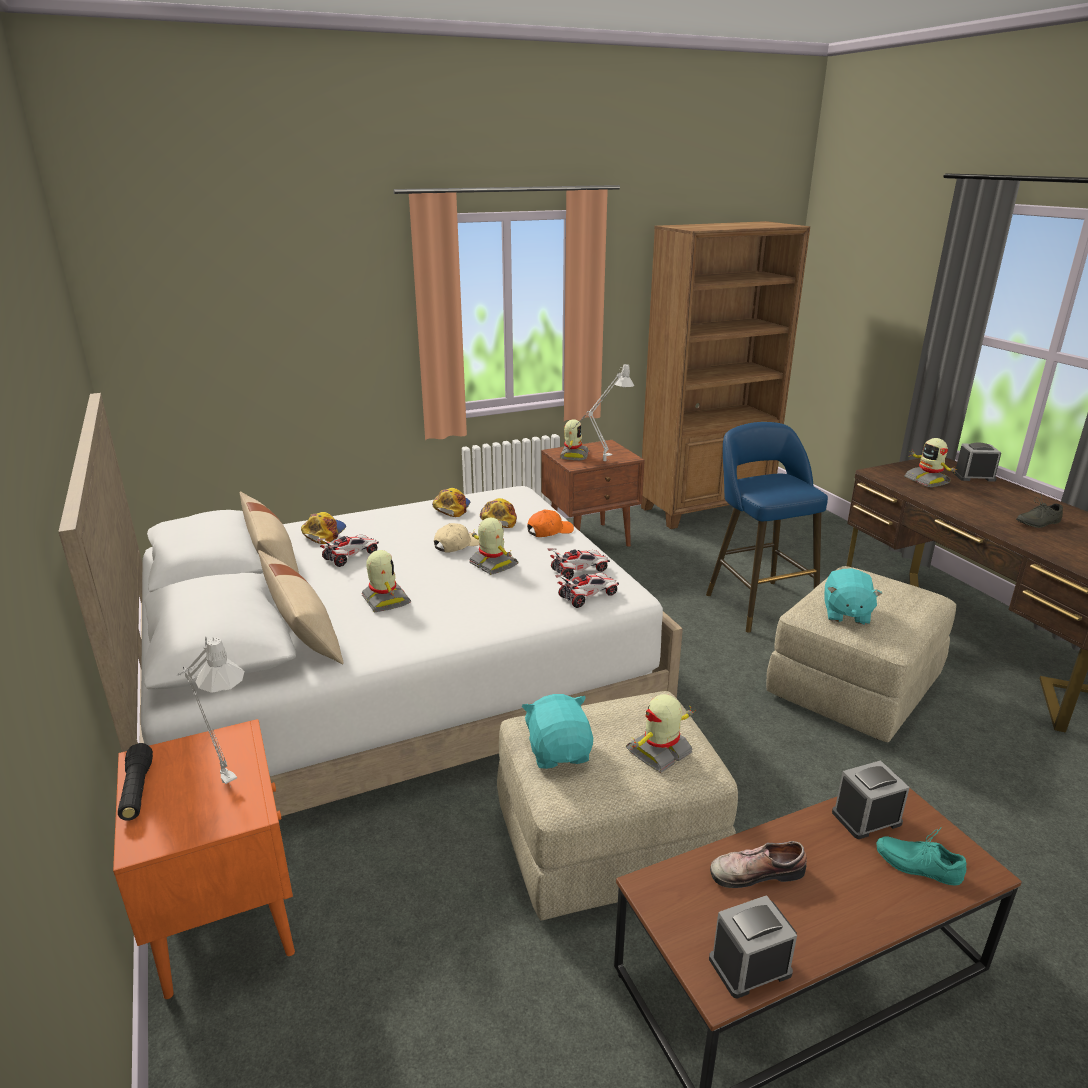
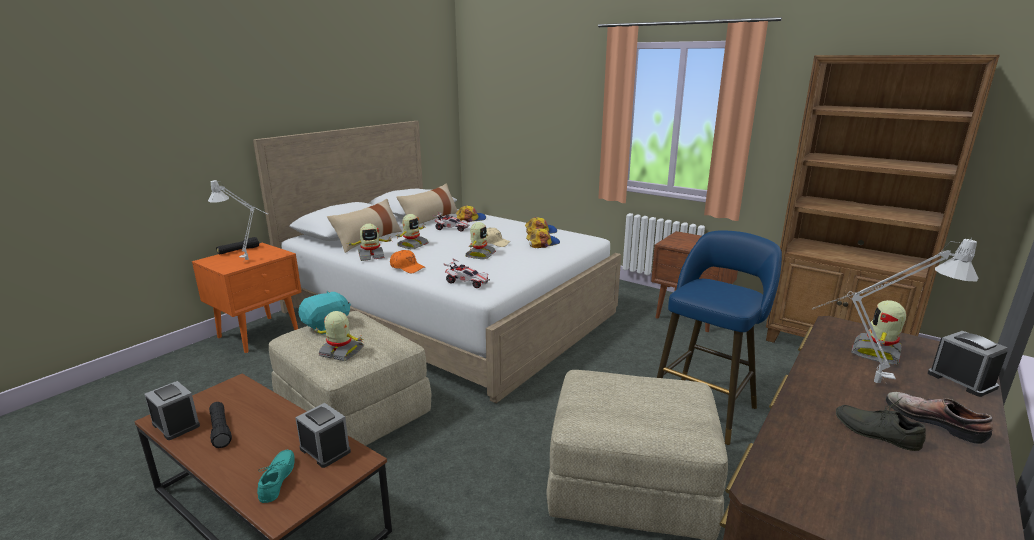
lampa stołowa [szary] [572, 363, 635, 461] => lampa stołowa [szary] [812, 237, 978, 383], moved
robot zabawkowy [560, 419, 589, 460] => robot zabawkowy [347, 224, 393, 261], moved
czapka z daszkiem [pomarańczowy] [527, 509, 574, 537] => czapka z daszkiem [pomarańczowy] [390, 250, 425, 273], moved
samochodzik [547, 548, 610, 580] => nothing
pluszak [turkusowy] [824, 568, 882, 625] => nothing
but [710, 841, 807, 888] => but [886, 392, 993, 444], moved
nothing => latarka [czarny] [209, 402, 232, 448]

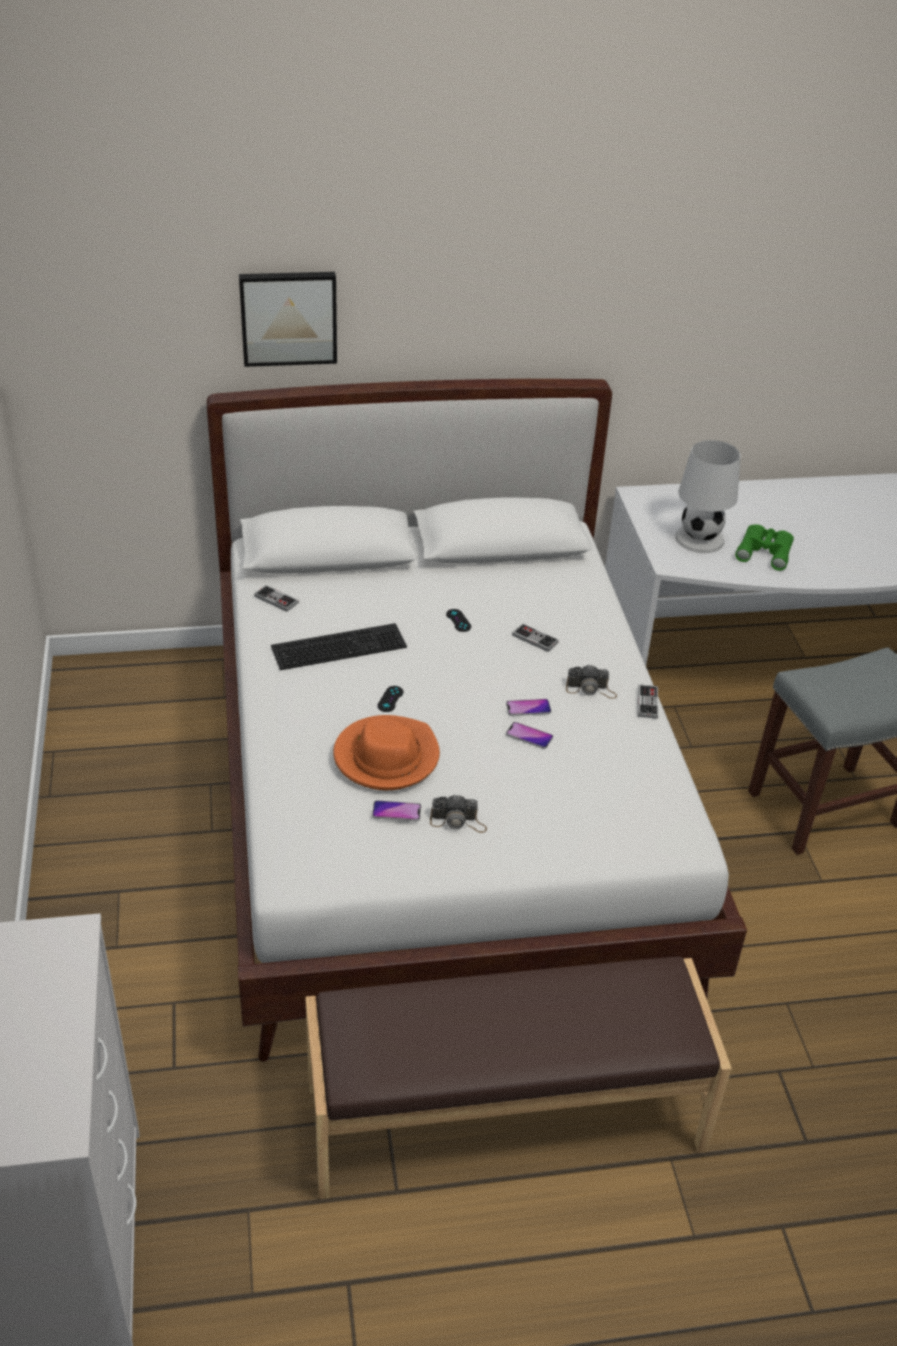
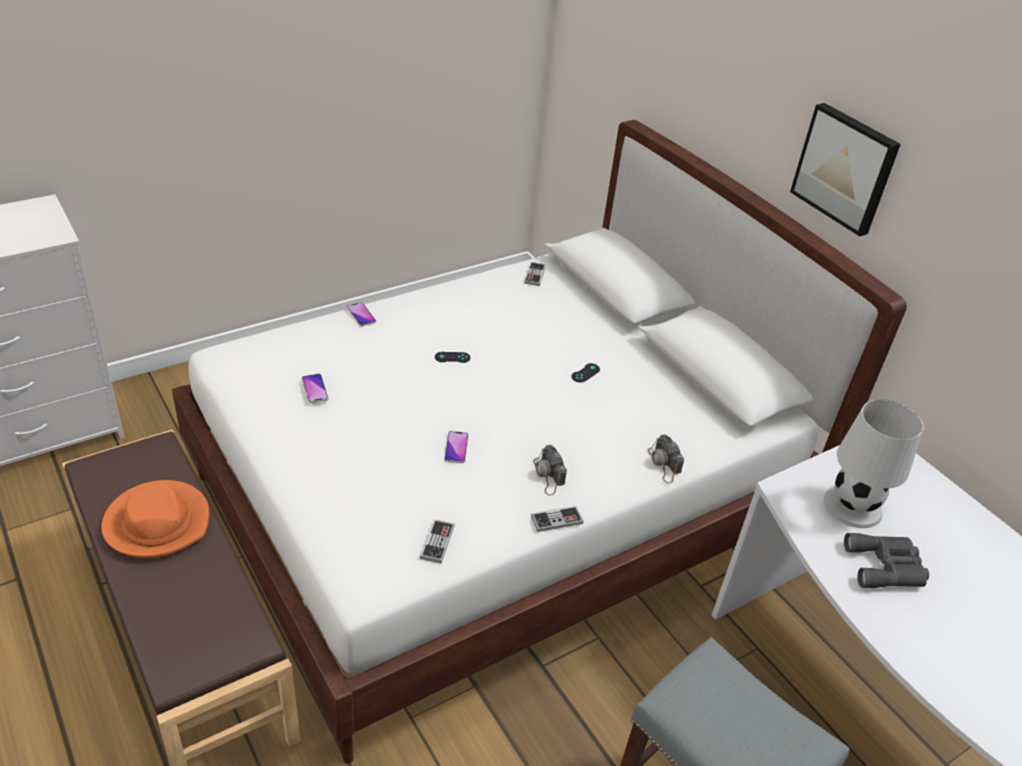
obraz [239, 272, 337, 367] => obraz [790, 103, 901, 237], moved
lornetka [zielony] [735, 525, 794, 571] => lornetka [szary] [844, 533, 929, 588]
klawiatura [271, 623, 407, 670] => nothing
pad do gier [512, 624, 559, 652] => pad do gier [420, 519, 455, 564], moved
telefon [506, 699, 551, 716] => telefon [347, 302, 376, 327], moved
kapelusz [pomarańczowy] [333, 715, 440, 790] => kapelusz [pomarańczowy] [101, 480, 209, 558], moved
aparat fotograficzny [430, 794, 487, 833] => aparat fotograficzny [648, 434, 684, 483], moved

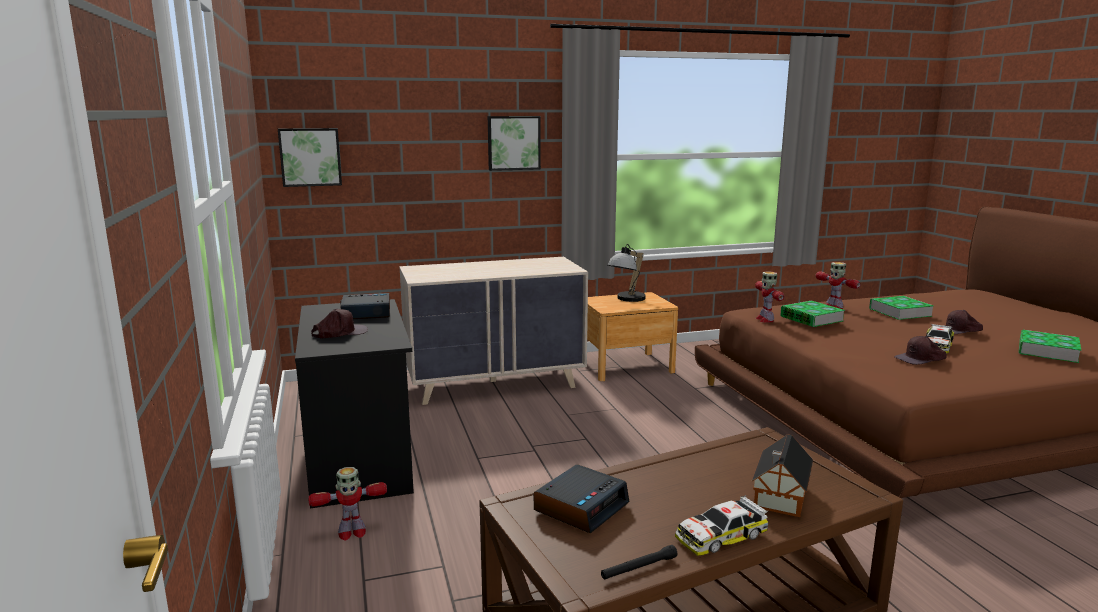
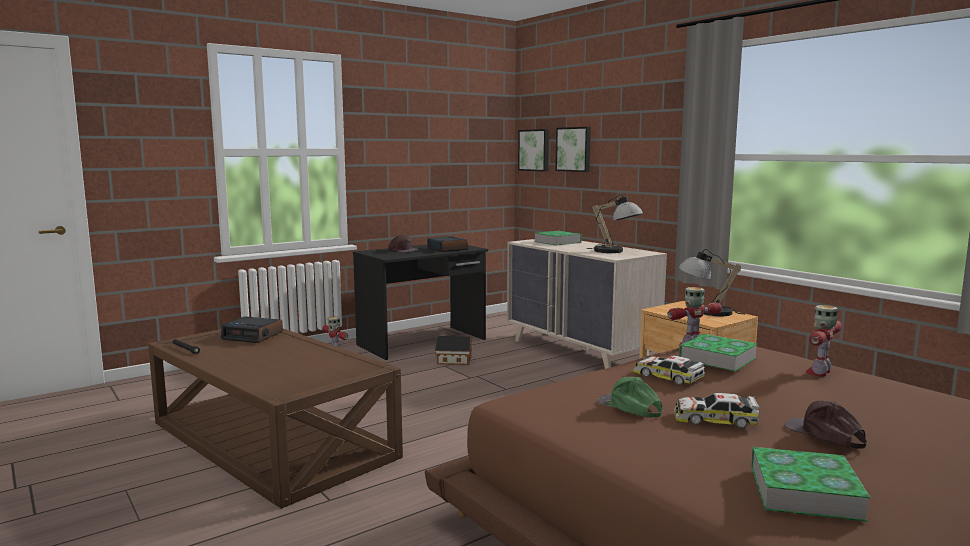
obraz [488, 116, 541, 171] => obraz [555, 127, 591, 172], moved
książka [869, 296, 934, 320] => książka [534, 231, 582, 245], moved
czapka z daszkiem [brązowy] [894, 336, 947, 365] => czapka z daszkiem [zielony] [598, 377, 662, 417]
domek [752, 434, 813, 517] => domek [435, 332, 472, 365], moved
samochodzik [675, 495, 768, 556] => samochodzik [633, 355, 706, 385], moved
nothing => lampa stołowa [587, 194, 643, 253]

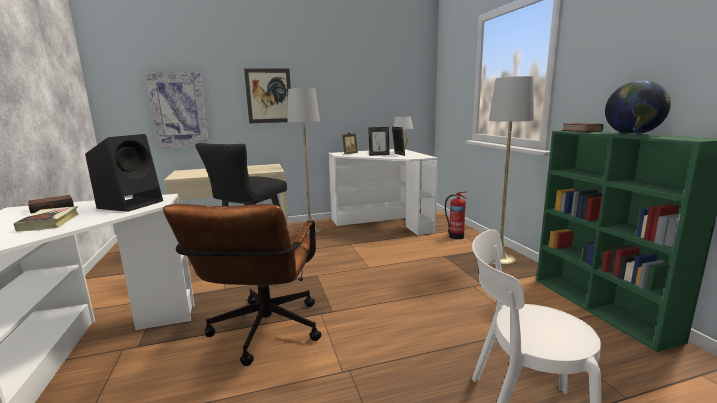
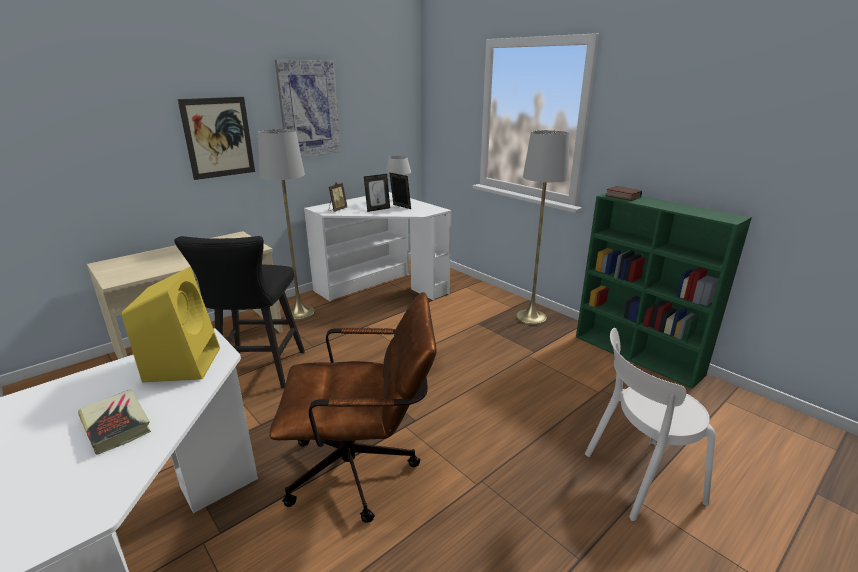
obraz [145, 71, 210, 148] => obraz [275, 60, 341, 157], moved
globus [605, 80, 671, 135] => nothing
głośnik [czarny] [85, 134, 163, 212] => głośnik [żółty] [122, 267, 220, 382]
gaśnica [445, 191, 467, 239] => nothing
książka [28, 195, 74, 214] => nothing
krzesło biurowe [brązowy] [163, 204, 321, 366] => krzesło biurowe [brązowy] [269, 292, 437, 523], 75 degrees counterclockwise

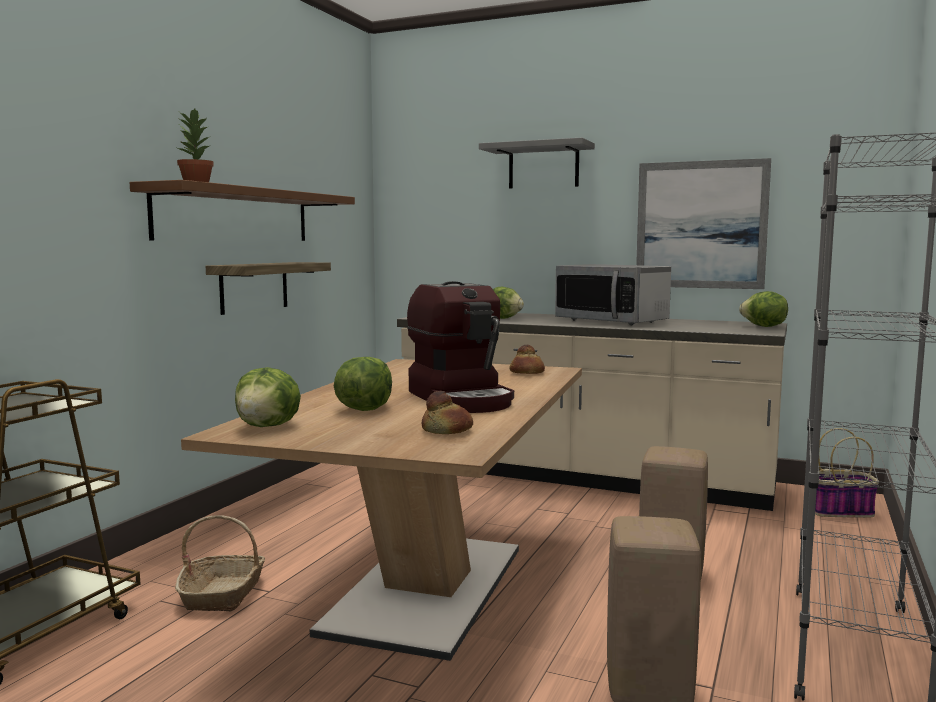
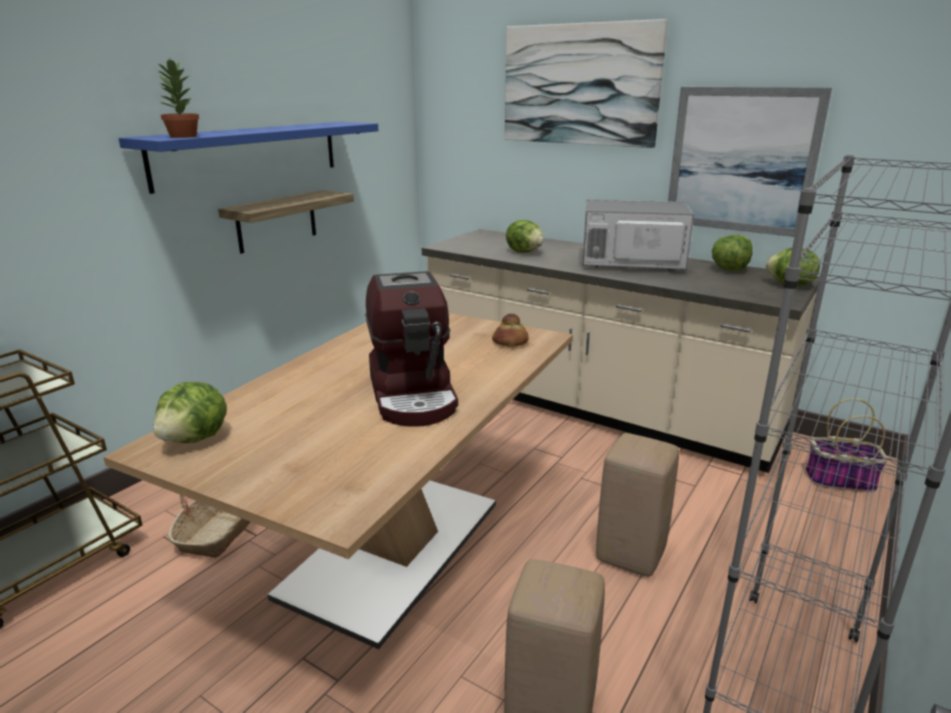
półka [szary] [479, 138, 595, 189] => obraz [505, 19, 668, 148]
półka [brązowy] [129, 180, 355, 241] => półka [niebieski] [118, 122, 378, 194]
mikrofalówka [555, 264, 671, 325] => mikrofalówka [583, 199, 694, 270], 135 degrees clockwise
sałata [334, 357, 392, 411] => sałata [712, 235, 753, 271], moved
chleb [422, 391, 473, 434] => nothing

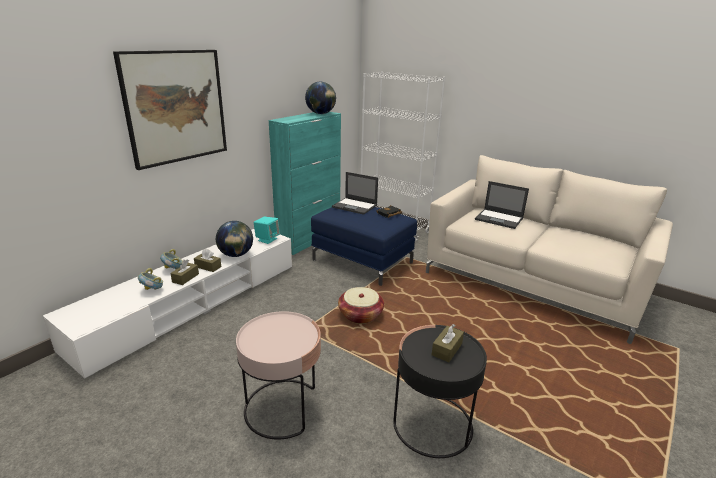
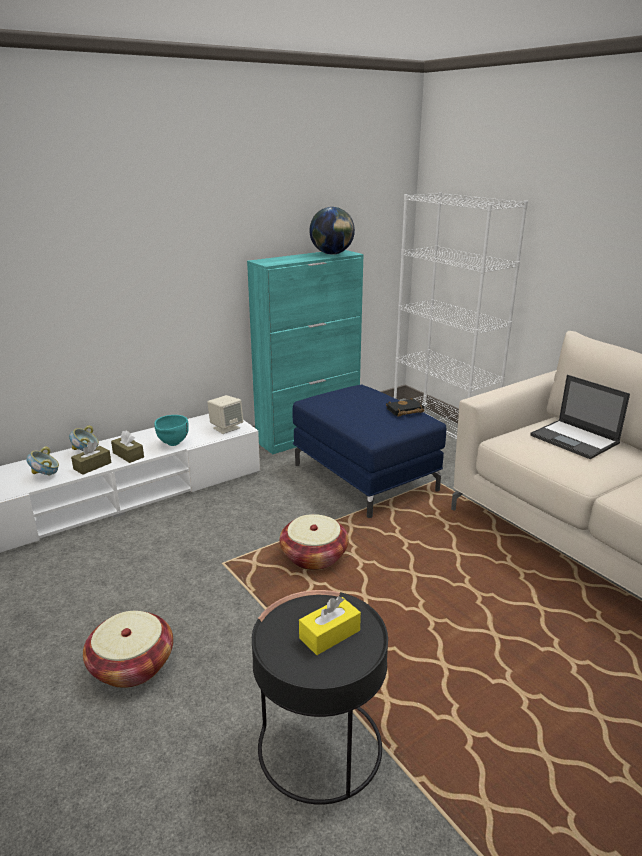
obraz [113, 50, 227, 170] => nothing
laptop [332, 172, 378, 215] => nothing
głośnik [turkusowy] [254, 217, 280, 244] => głośnik [beżowy] [207, 395, 243, 434]
globus [215, 221, 253, 257] => miska [turkusowy] [154, 415, 189, 446]
stolik [różowy] [236, 311, 321, 439] => koszyk [83, 611, 173, 688]
pudełko chusteczek [brązowy] [432, 324, 464, 362] => pudełko chusteczek [żółty] [299, 596, 361, 655]

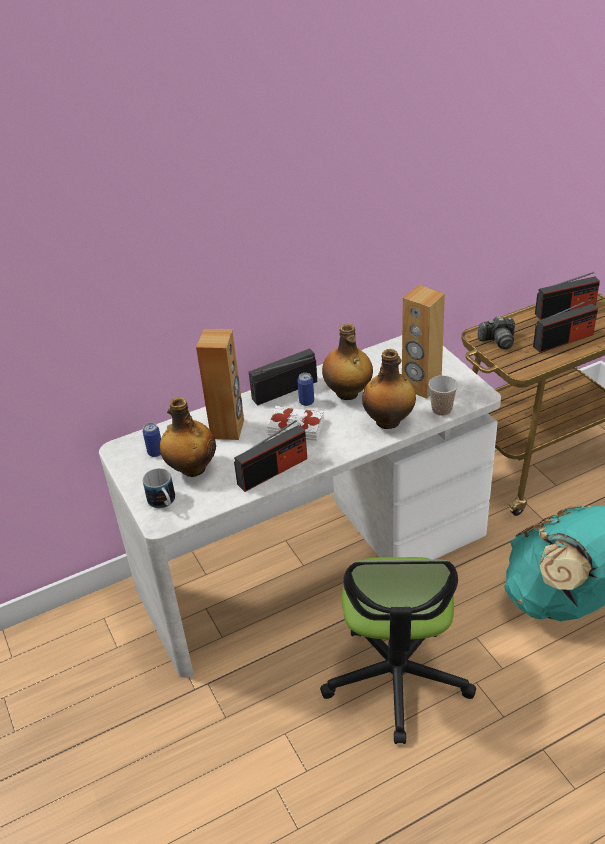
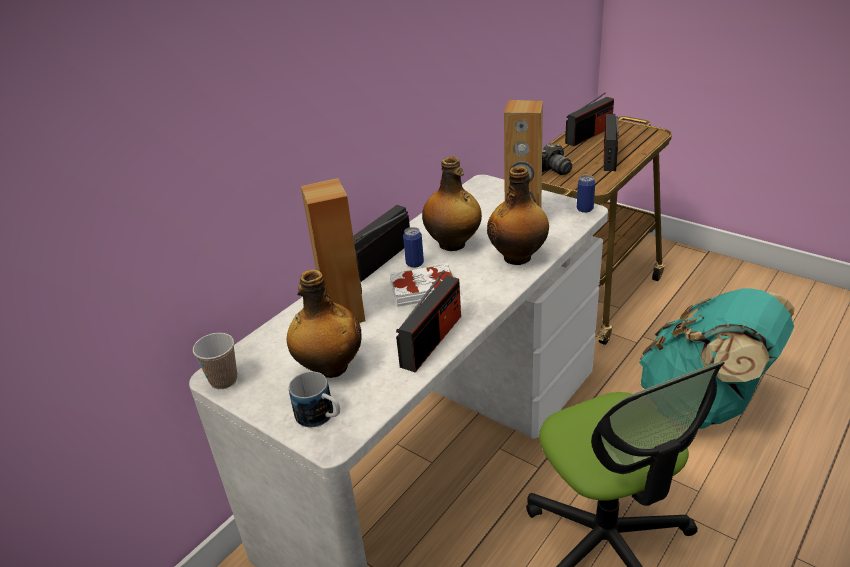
radio [533, 299, 598, 352] => radio [604, 114, 619, 171], 150 degrees clockwise
filiżanka [429, 375, 458, 416] => filiżanka [193, 333, 237, 389], moved
puszka [143, 423, 161, 457] => puszka [577, 175, 595, 213], moved

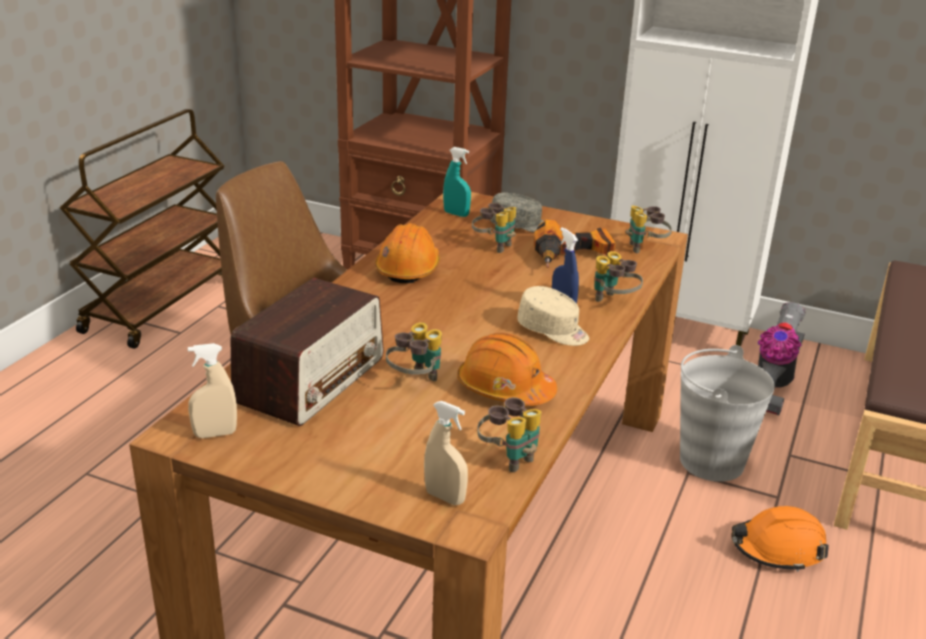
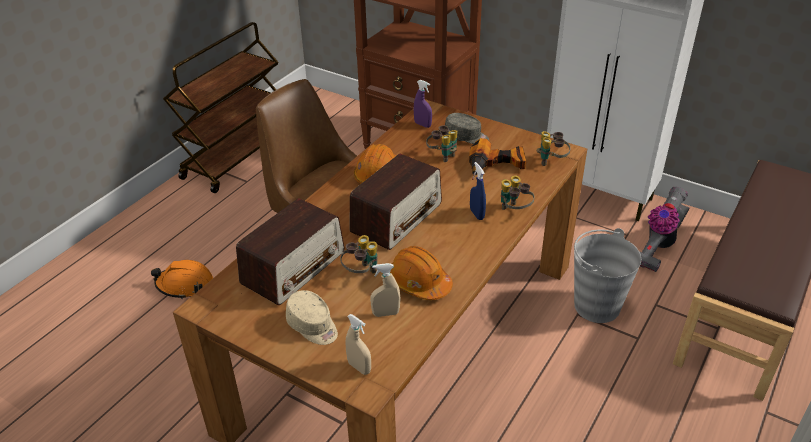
spryskiwacz [turkusowy] [443, 147, 471, 217] => spryskiwacz [fioletowy] [414, 80, 432, 128]
czapka z daszkiem [beżowy] [517, 286, 589, 346] => czapka z daszkiem [beżowy] [286, 290, 338, 345], moved
spryskiwacz [beżowy] [188, 343, 237, 438] => spryskiwacz [beżowy] [370, 263, 401, 317], moved
lornetka [477, 397, 542, 472] => nothing
kask [pomarańczowy] [731, 506, 829, 572] => kask [pomarańczowy] [151, 260, 213, 299], moved
nothing => radio [349, 154, 442, 250]

